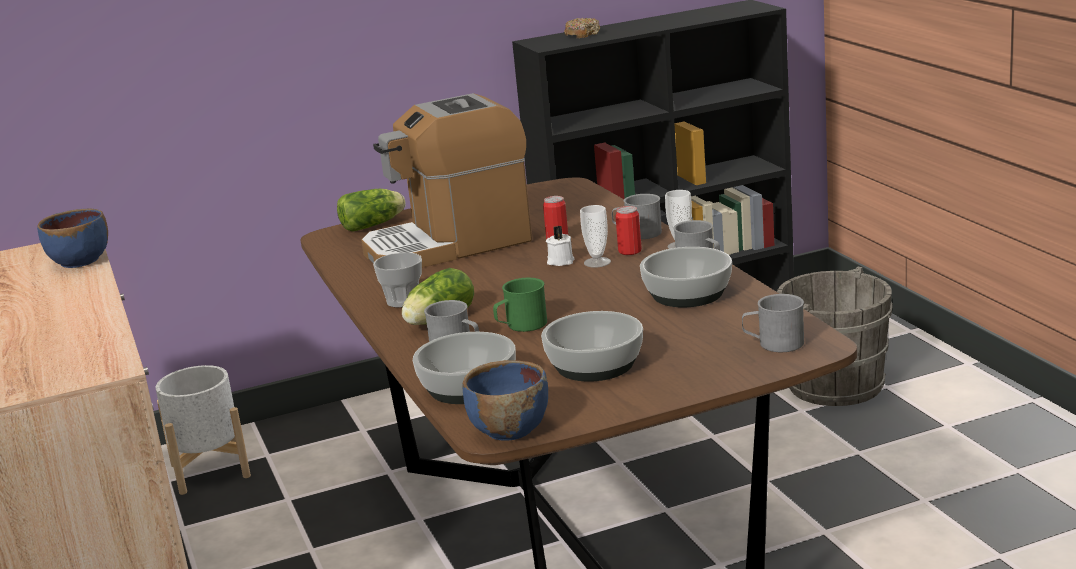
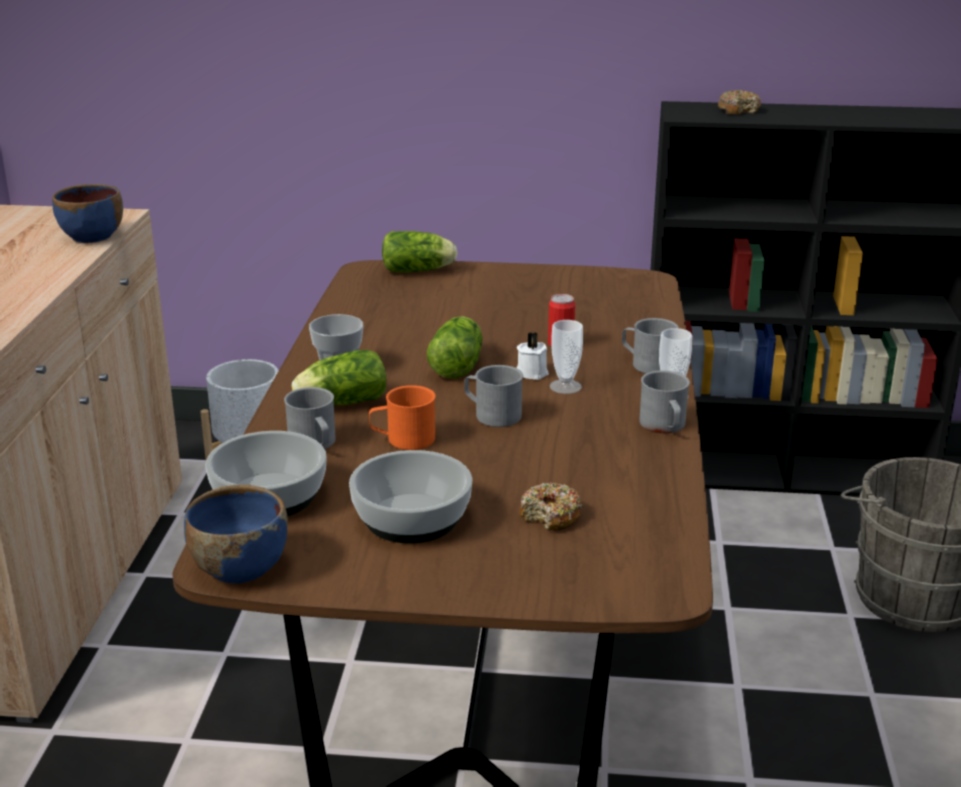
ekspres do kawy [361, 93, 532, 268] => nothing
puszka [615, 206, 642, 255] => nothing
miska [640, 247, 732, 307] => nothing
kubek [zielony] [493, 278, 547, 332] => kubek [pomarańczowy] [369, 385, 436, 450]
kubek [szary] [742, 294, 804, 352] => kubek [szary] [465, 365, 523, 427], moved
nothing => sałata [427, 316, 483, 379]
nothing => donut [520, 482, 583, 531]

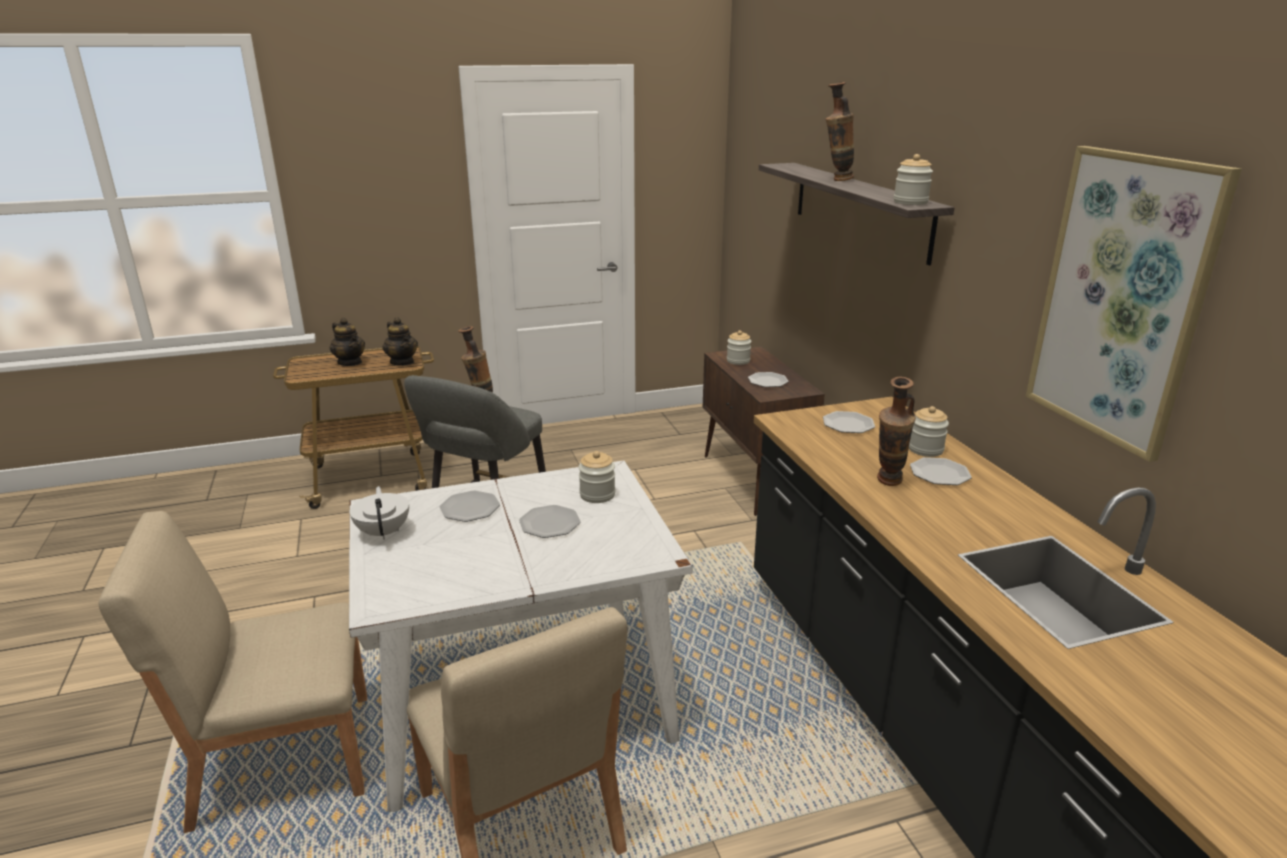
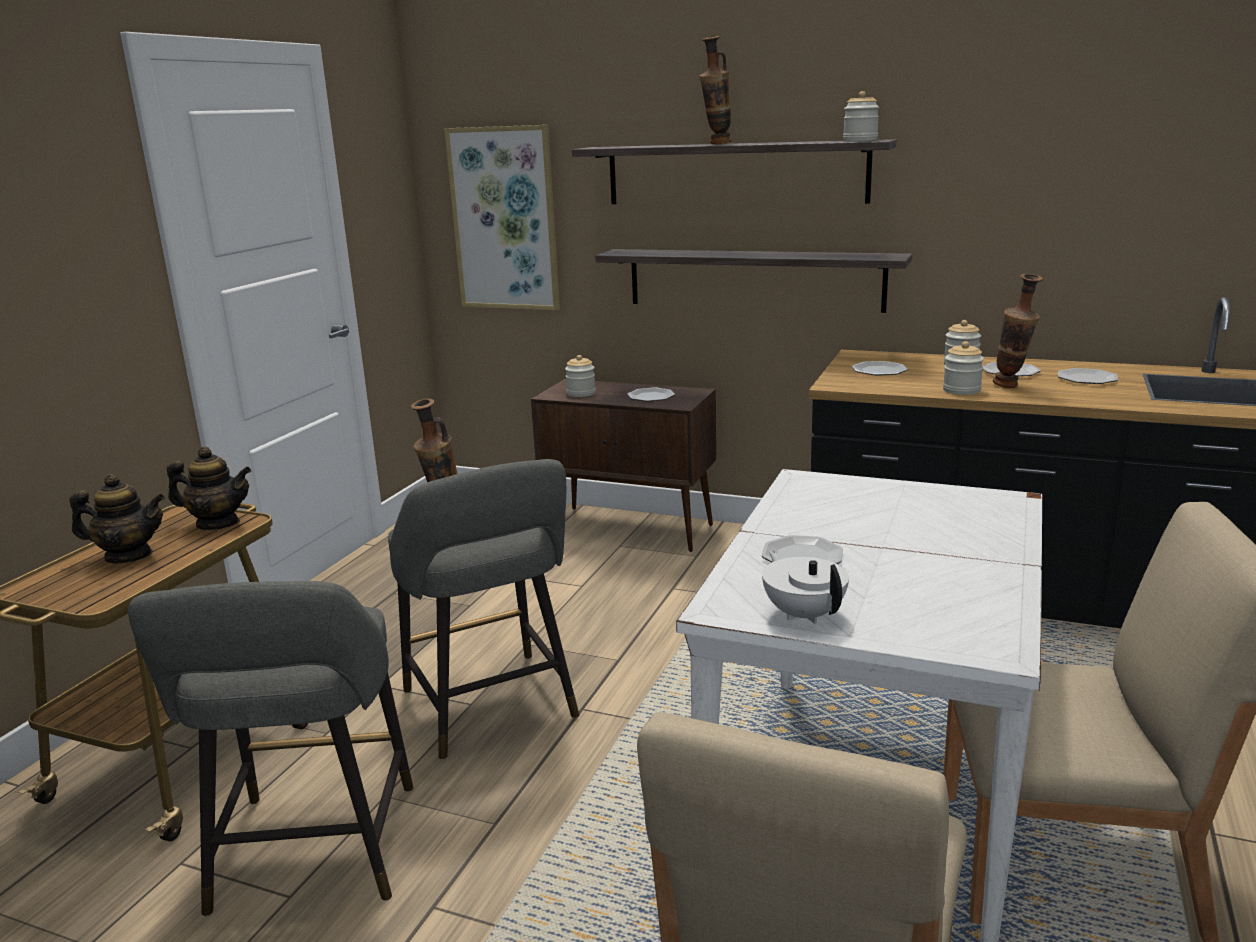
obraz [1026, 146, 1242, 462] => obraz [444, 125, 560, 310], moved
słoik [579, 451, 615, 503] => słoik [943, 341, 984, 395], moved
imbryk [biały] [349, 486, 409, 540] => imbryk [biały] [762, 550, 849, 624], 45 degrees clockwise
talerz [519, 505, 581, 538] => talerz [1058, 368, 1118, 384], moved
nothing => półka [595, 249, 912, 313]
nothing => stołek [szary] [128, 581, 413, 916]

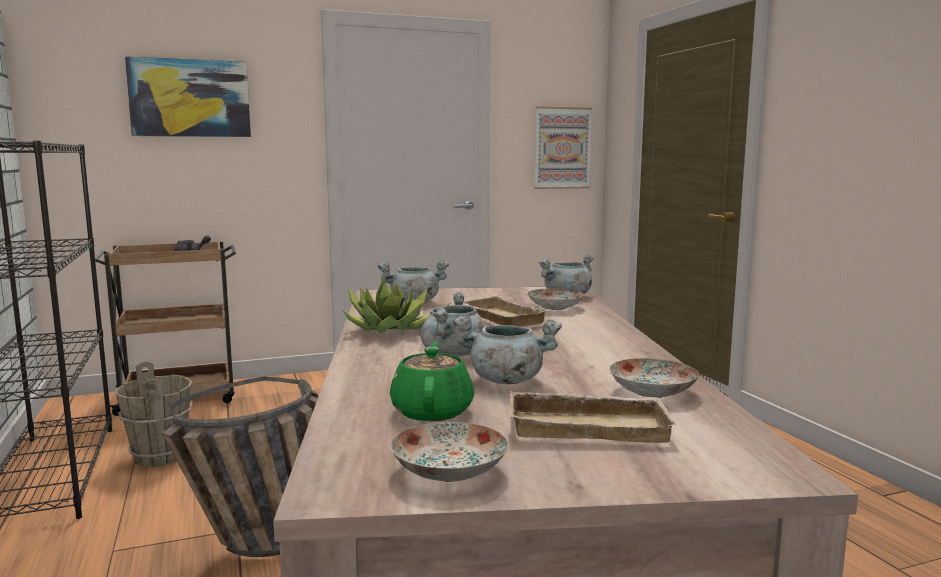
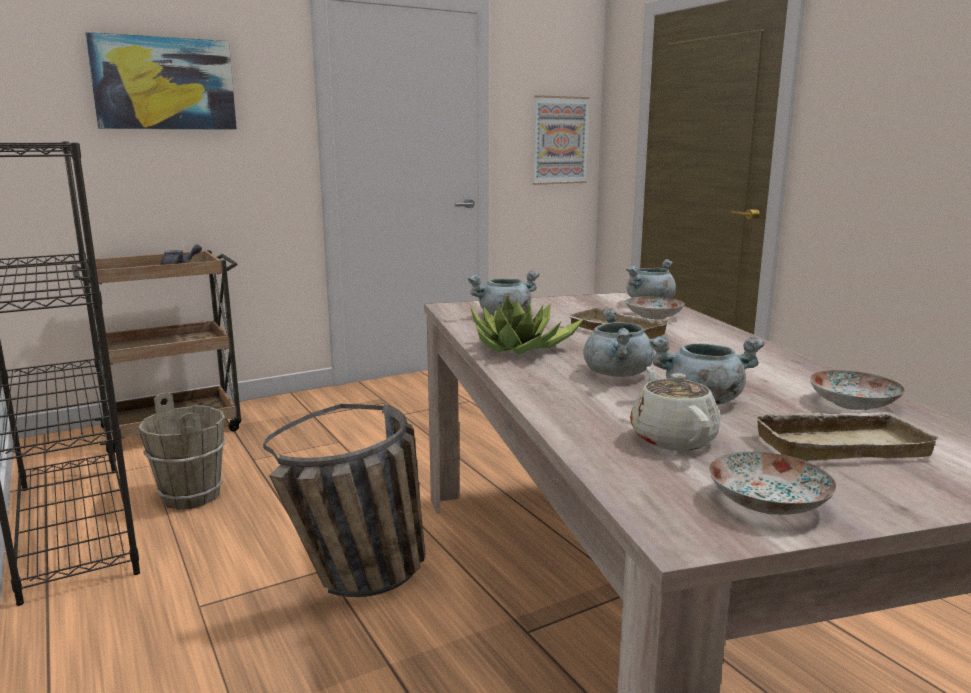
imbryk [zielony] [390, 342, 474, 421] => imbryk [beżowy] [630, 367, 721, 451]

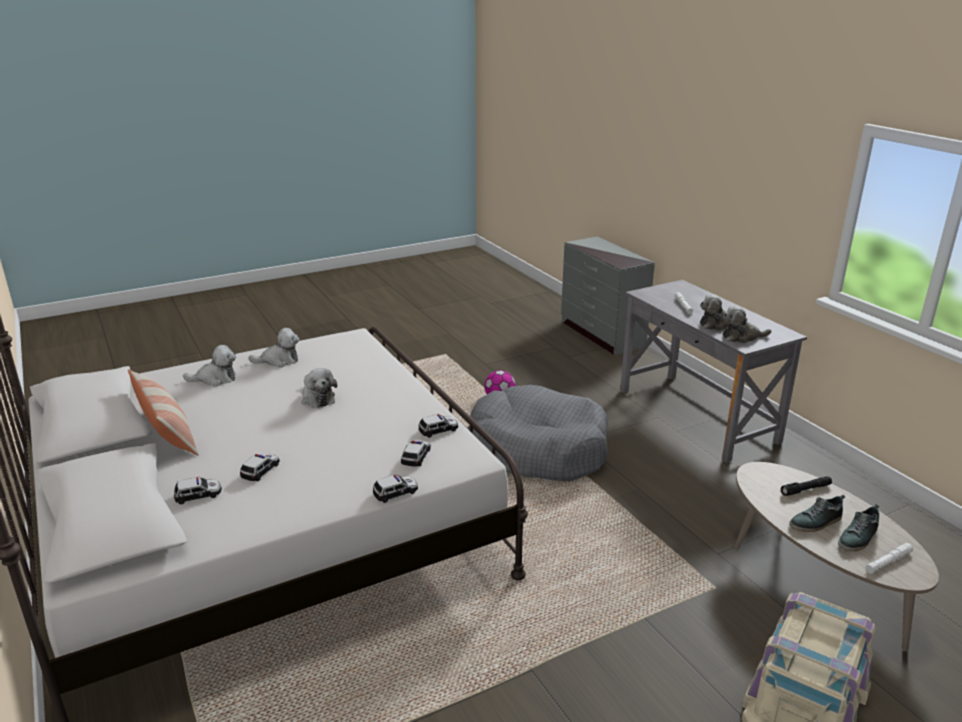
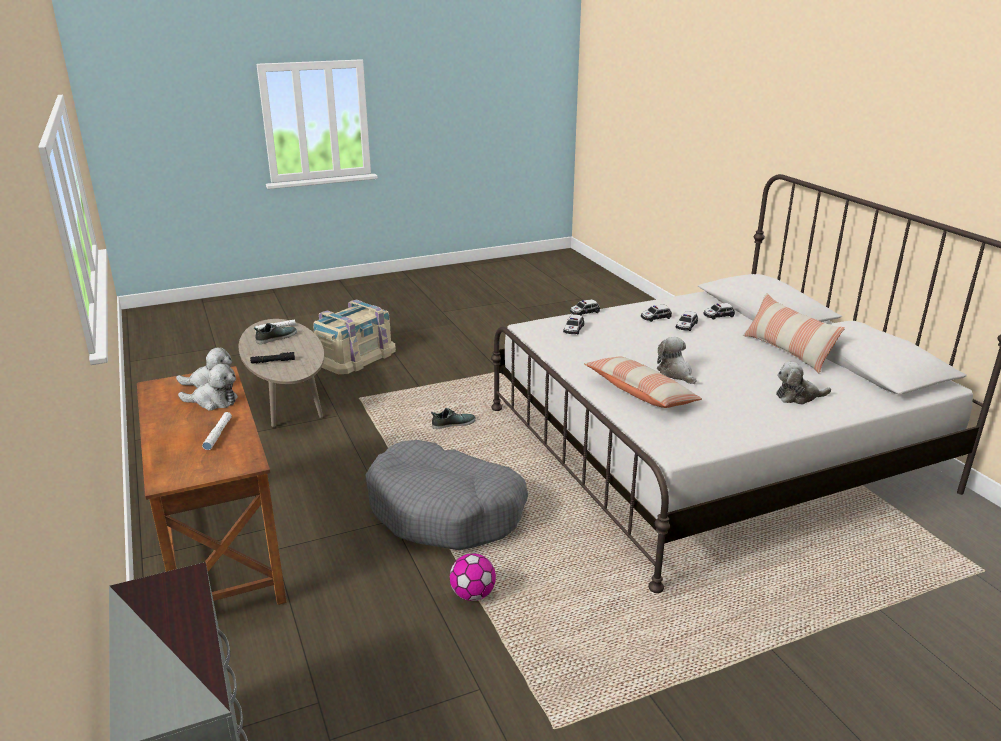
biurko [szary] [620, 280, 807, 463] => biurko [brązowy] [137, 366, 286, 605]
pluszak [248, 328, 300, 367] => nothing
samochodzik [419, 414, 458, 438] => samochodzik [641, 304, 672, 322], moved
but [789, 495, 845, 532] => but [431, 408, 476, 429], moved
nothing => poduszka [584, 356, 702, 408]

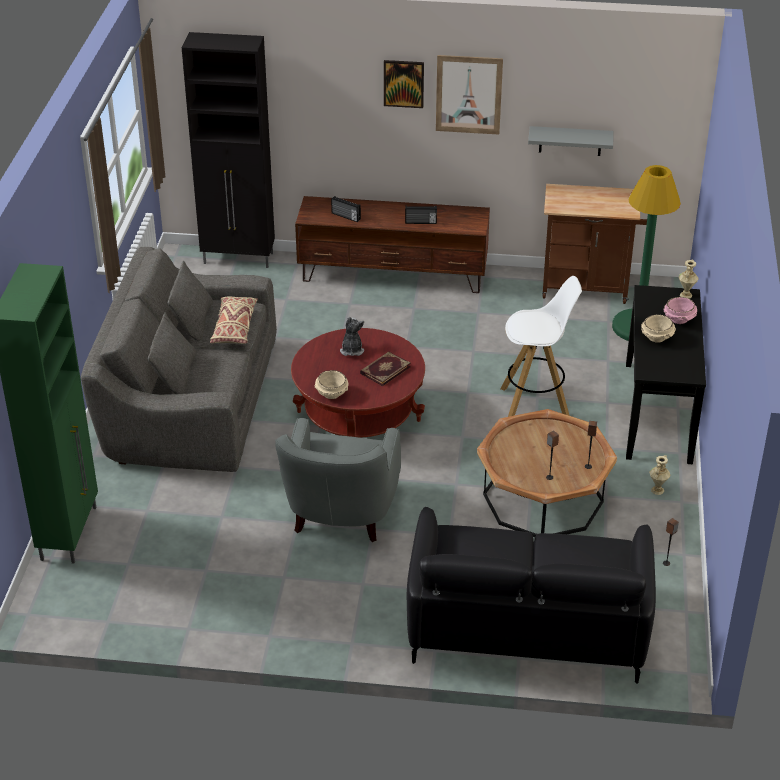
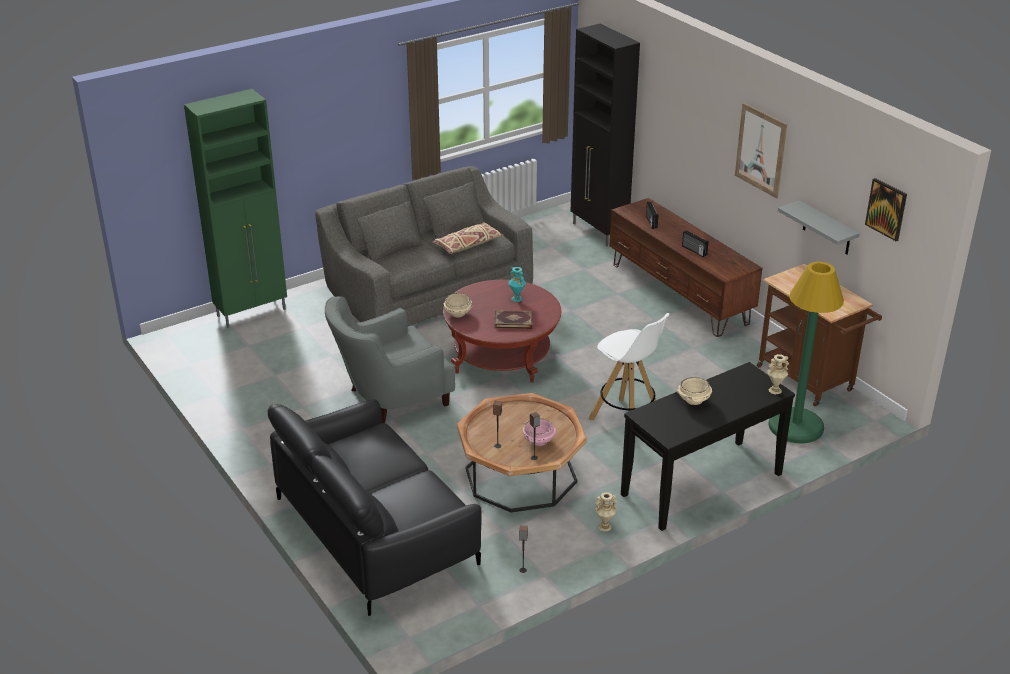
obraz [384, 60, 424, 108] => obraz [865, 178, 907, 241], moved
miska [różowy] [664, 297, 697, 324] => miska [różowy] [523, 418, 556, 446], moved
pluszak [340, 317, 364, 356] => wazon [turkusowy] [508, 267, 526, 302]

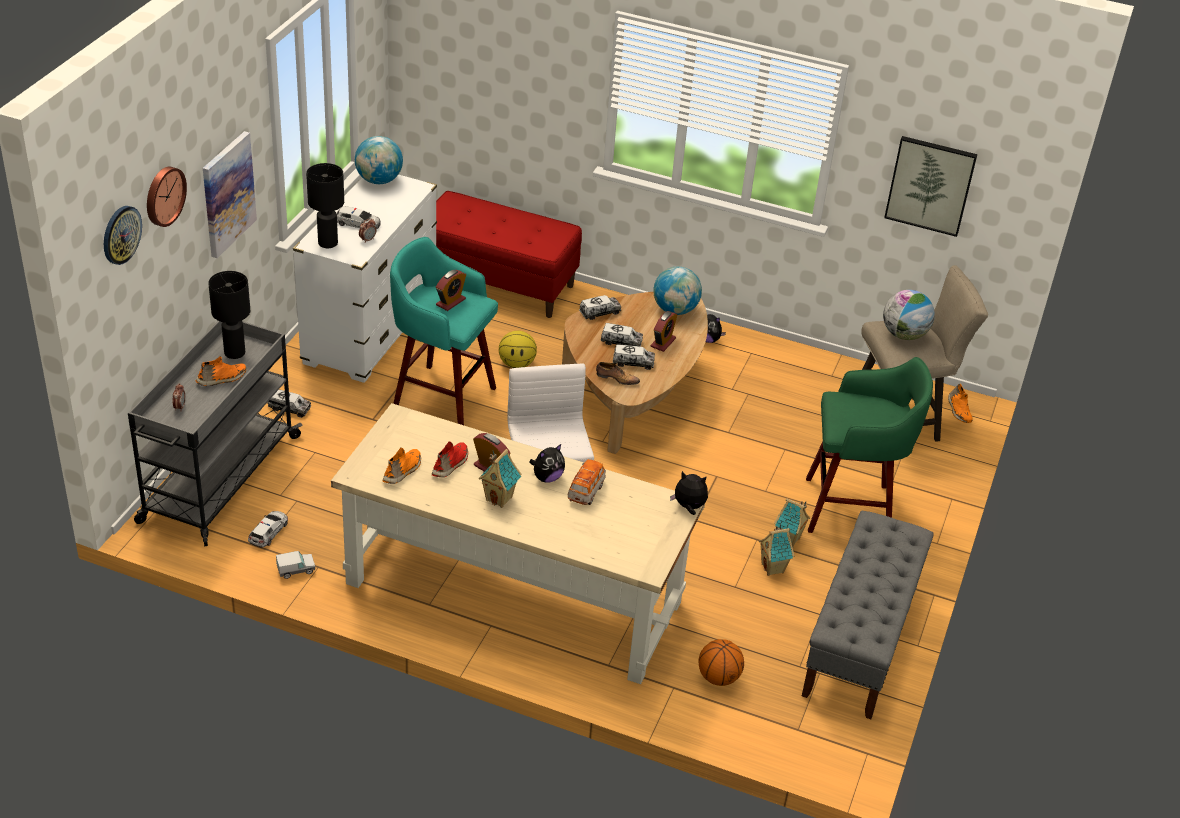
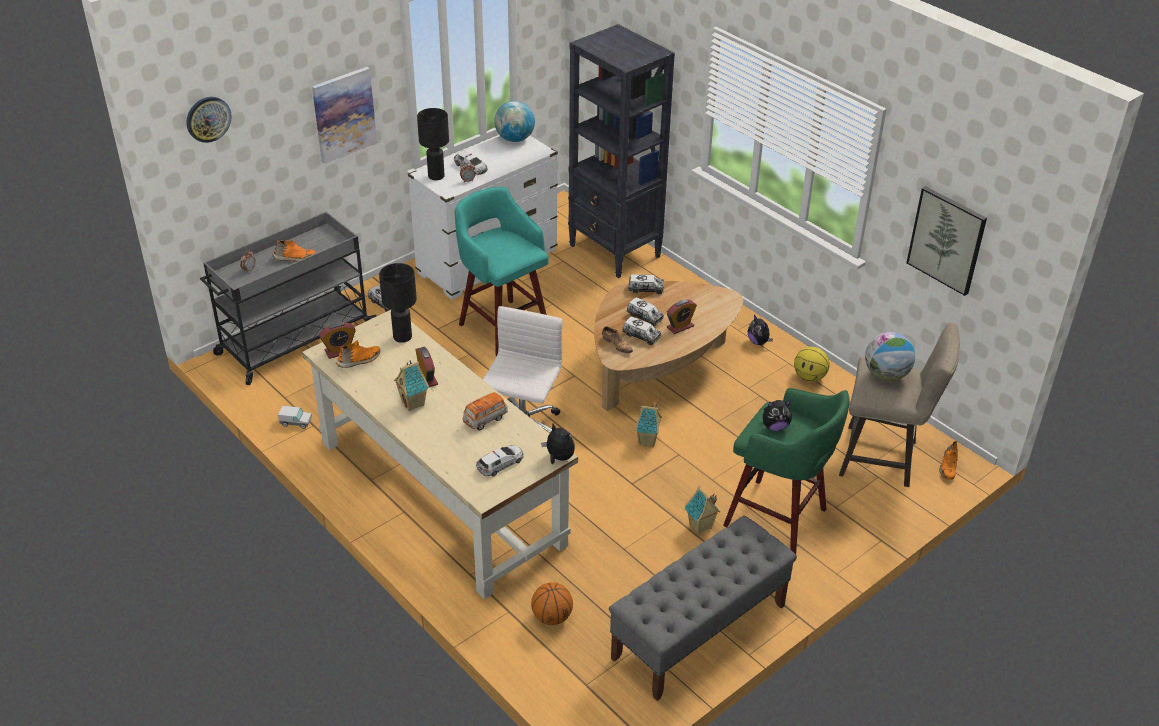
zegar ścienny [147, 167, 187, 227] => nothing
ławka [czerwony] [436, 191, 582, 318] => regał [czarny] [568, 24, 675, 278]
globus [653, 267, 702, 315] => nothing
budzik [436, 270, 466, 311] => budzik [319, 322, 356, 359], moved
lampa stołowa [czarny] [208, 271, 250, 359] => lampa stołowa [czarny] [379, 263, 417, 343], moved
piłka do koszykówki [499, 331, 537, 368] => piłka do koszykówki [794, 347, 830, 382], moved
but [czerwony] [432, 441, 468, 477] => nothing
pluszak [529, 444, 565, 483] => pluszak [763, 400, 792, 431], moved
samochodzik [248, 511, 288, 548] => samochodzik [476, 445, 524, 476], moved
domek [759, 524, 794, 576] => domek [635, 404, 662, 447], moved

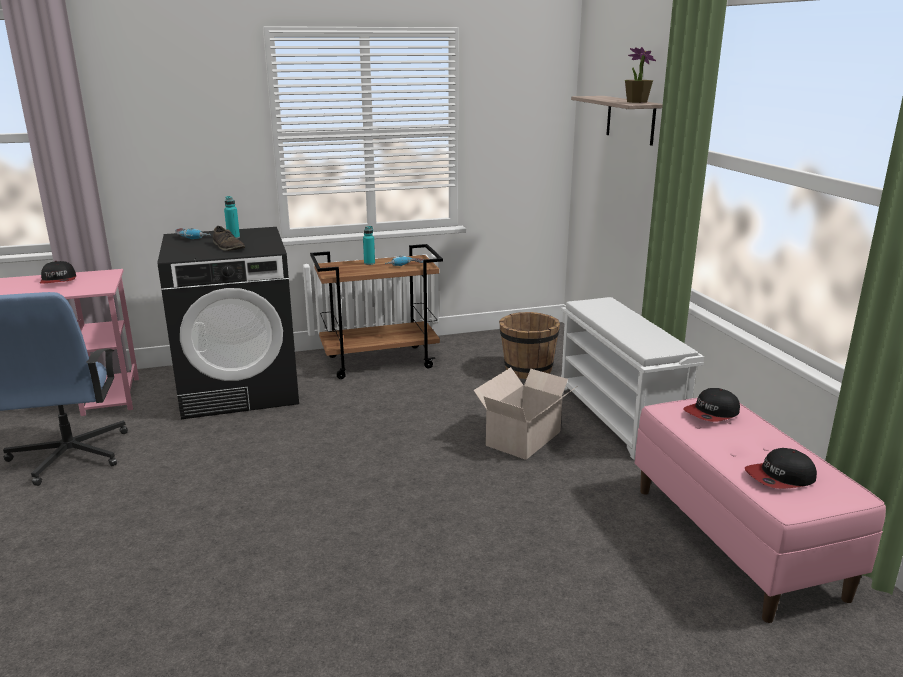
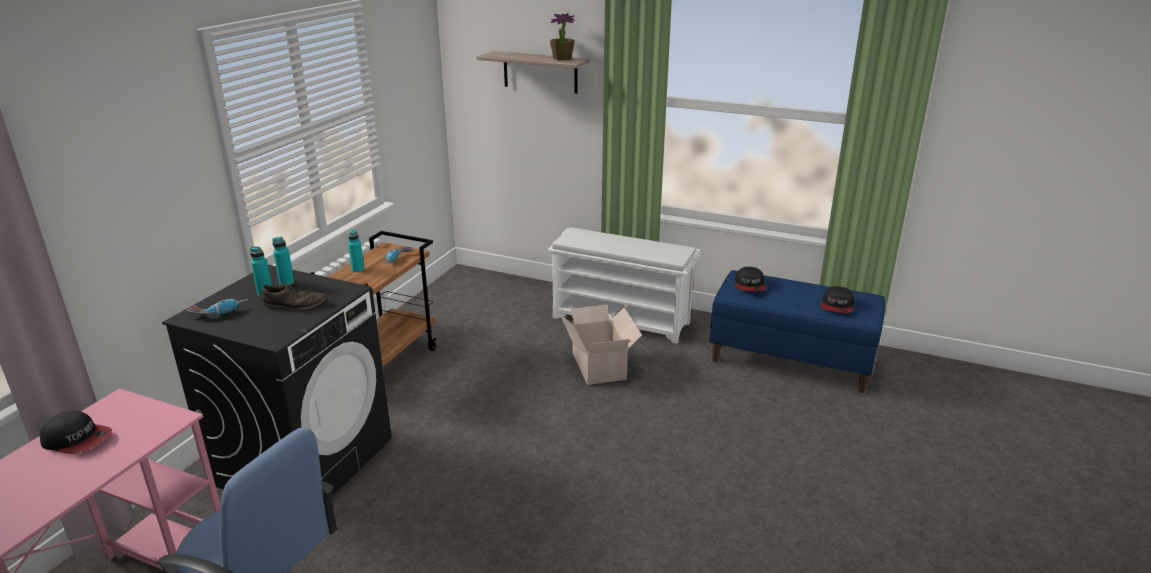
wiadro [brązowy] [499, 312, 560, 379] => nothing
ławka [różowy] [635, 398, 886, 623] => ławka [niebieski] [709, 270, 885, 393]
nothing => butelka [turkusowy] [272, 237, 294, 286]

